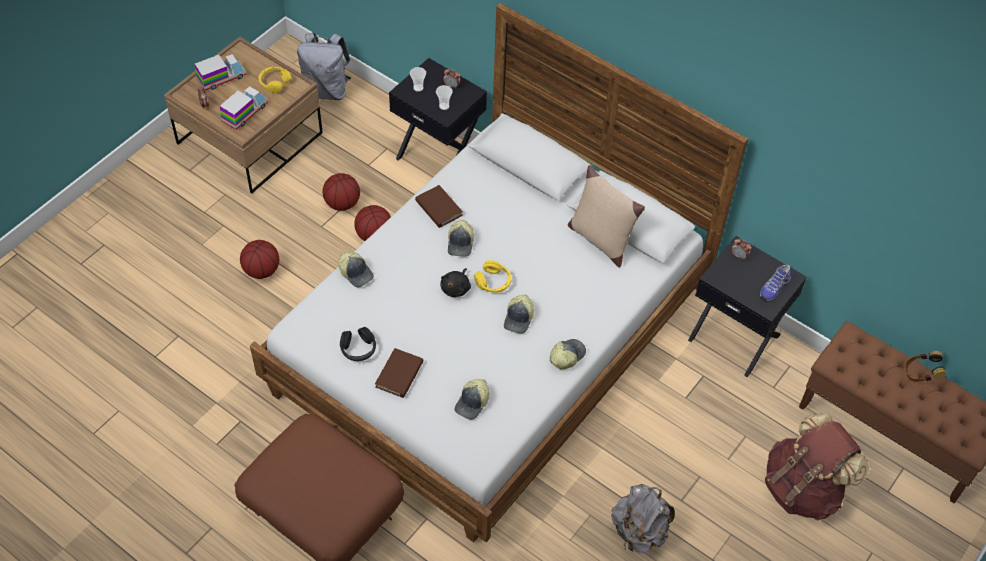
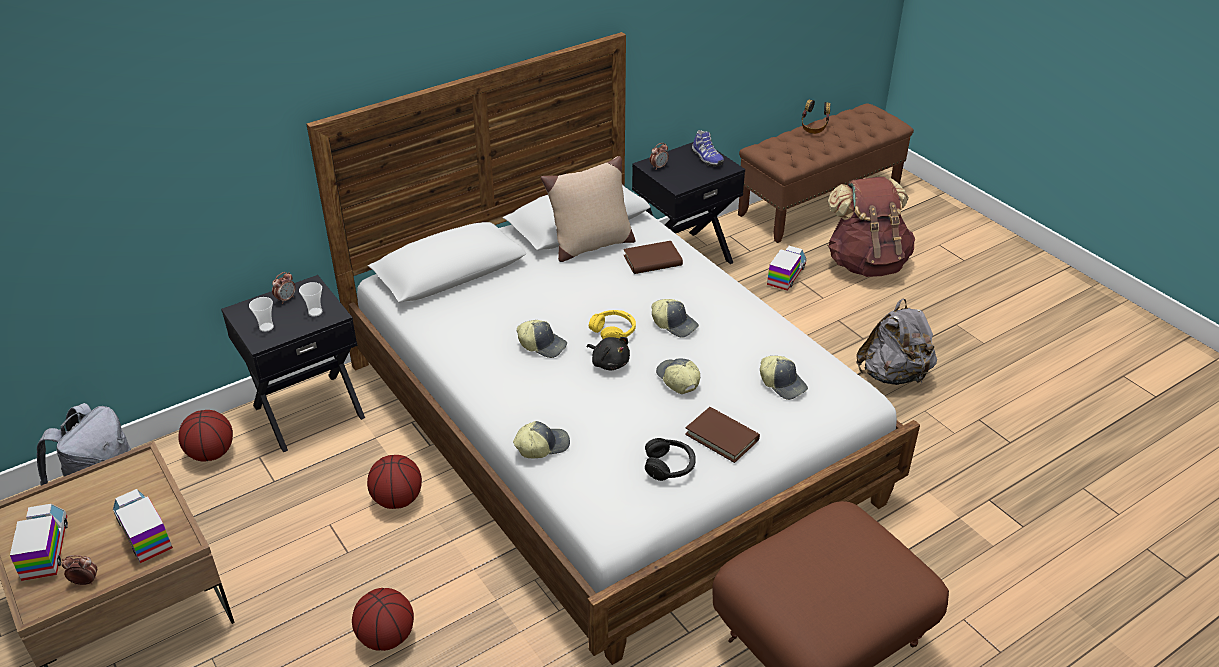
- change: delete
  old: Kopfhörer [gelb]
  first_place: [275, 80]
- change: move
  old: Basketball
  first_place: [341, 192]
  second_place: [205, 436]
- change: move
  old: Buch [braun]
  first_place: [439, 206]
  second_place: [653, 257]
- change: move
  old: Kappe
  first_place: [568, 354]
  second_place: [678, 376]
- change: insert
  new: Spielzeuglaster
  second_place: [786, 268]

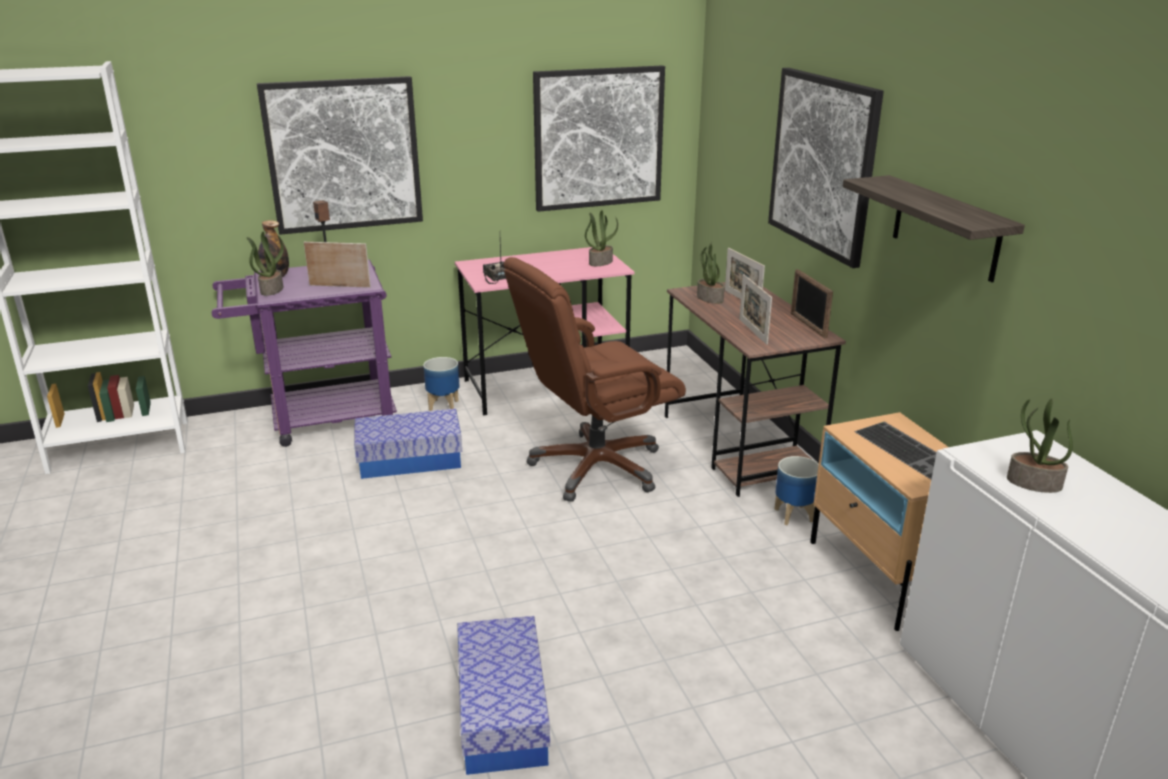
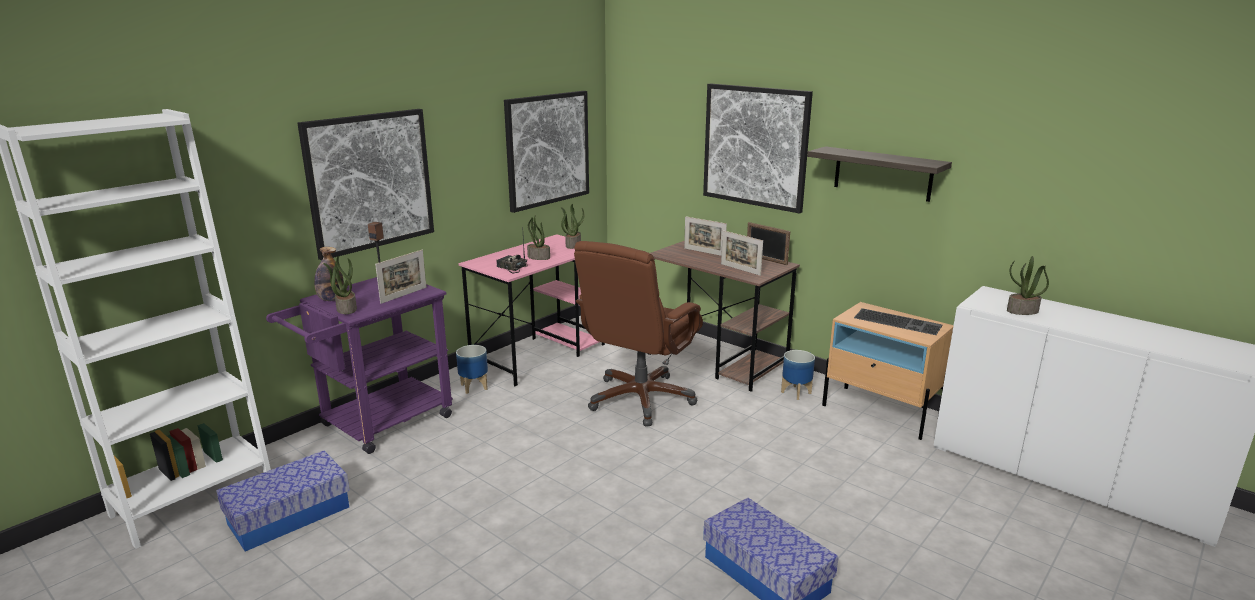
- change: rotate
  old: Bilderrahmen
  first_place: [337, 265]
  second_place: [400, 277]
  degrees: 150
- change: move
  old: Aufbewahrungsbox
  first_place: [408, 444]
  second_place: [283, 501]
- change: move
  old: Topfpflanze
  first_place: [711, 272]
  second_place: [538, 237]

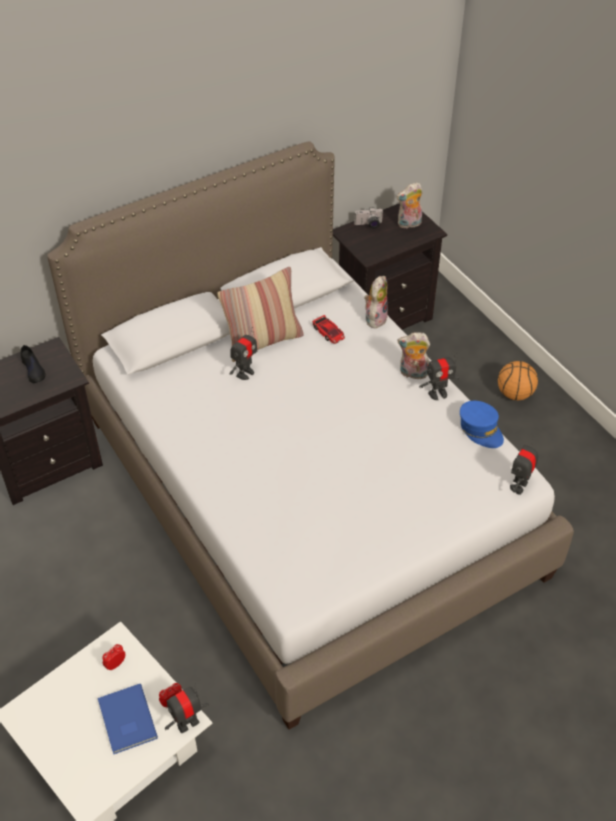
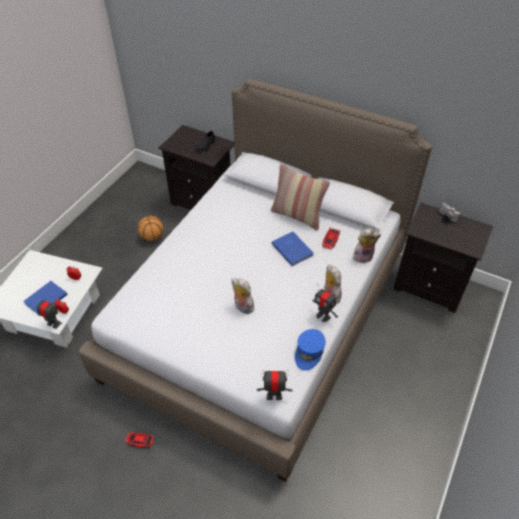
- change: delete
  old: Spielzeugroboter
  first_place: [244, 353]
- change: move
  old: Plüschtier
  first_place: [409, 205]
  second_place: [243, 296]
- change: move
  old: Basketball
  first_place: [518, 380]
  second_place: [150, 228]
- change: insert
  new: Spielzeugauto
  second_place: [139, 440]
- change: insert
  new: Buch [blau]
  second_place: [292, 249]

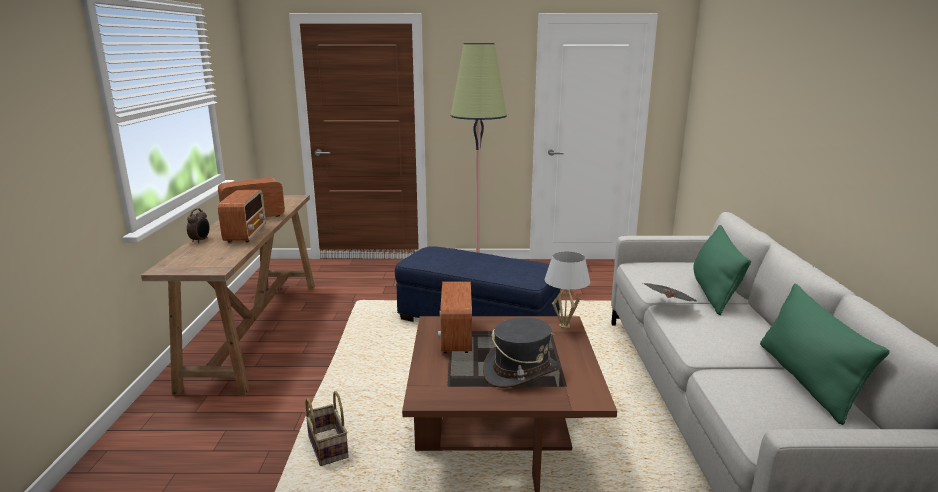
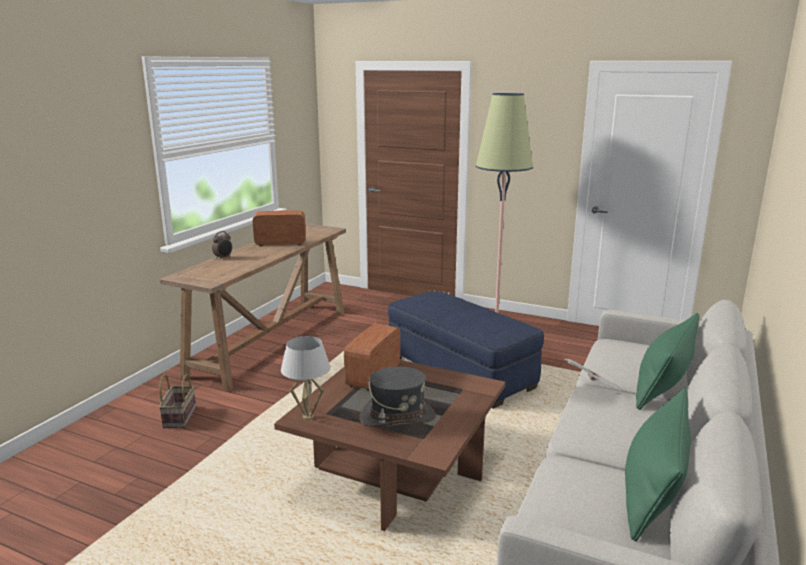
- change: delete
  old: Radio
  first_place: [242, 216]
- change: move
  old: Korb
  first_place: [327, 428]
  second_place: [177, 401]
- change: move
  old: Tischlampe [weiß]
  first_place: [567, 290]
  second_place: [305, 378]

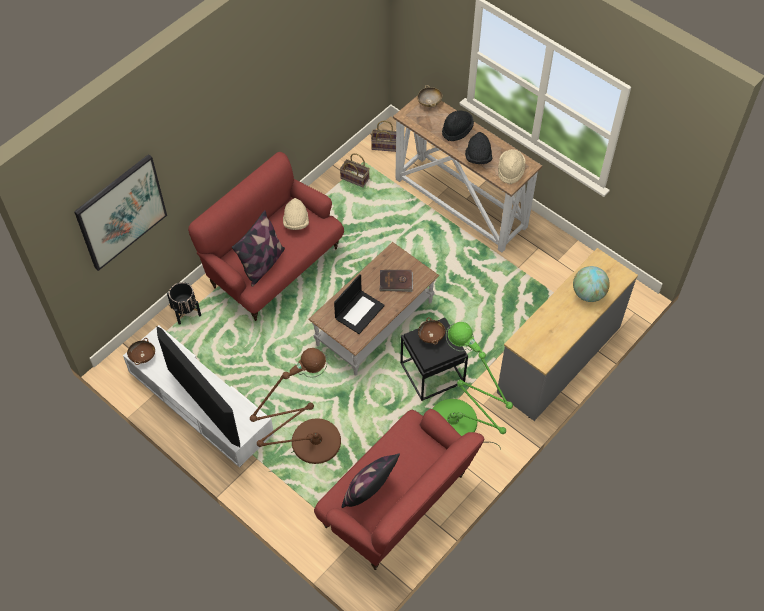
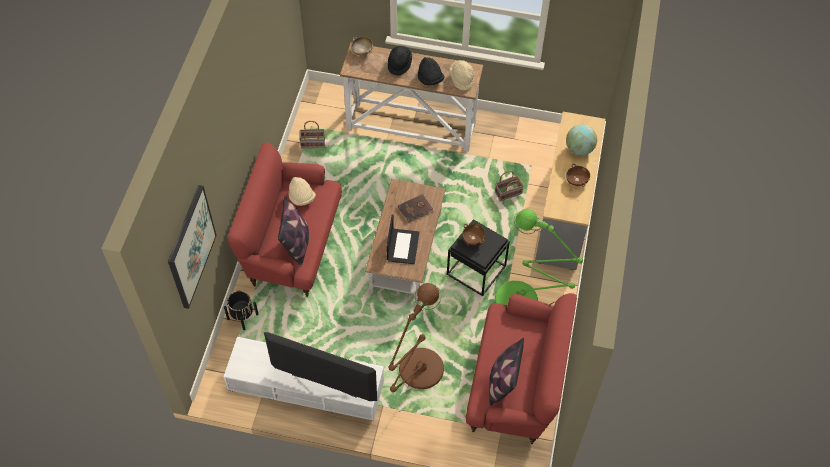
- change: move
  old: Schüssel [braun]
  first_place: [141, 351]
  second_place: [578, 175]
- change: move
  old: Korb
  first_place: [383, 136]
  second_place: [509, 186]

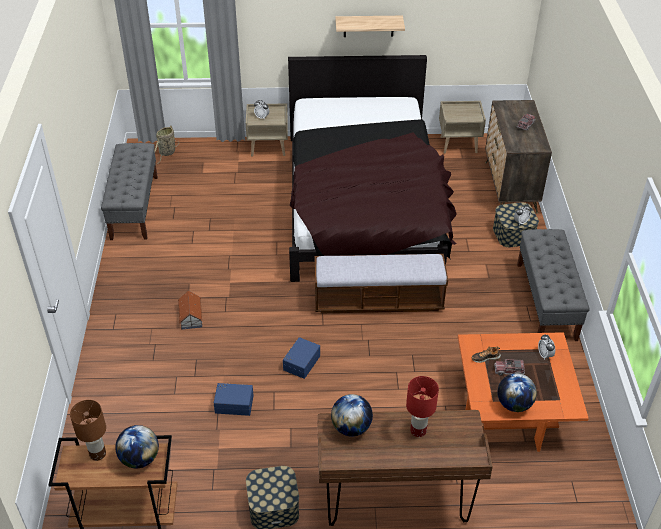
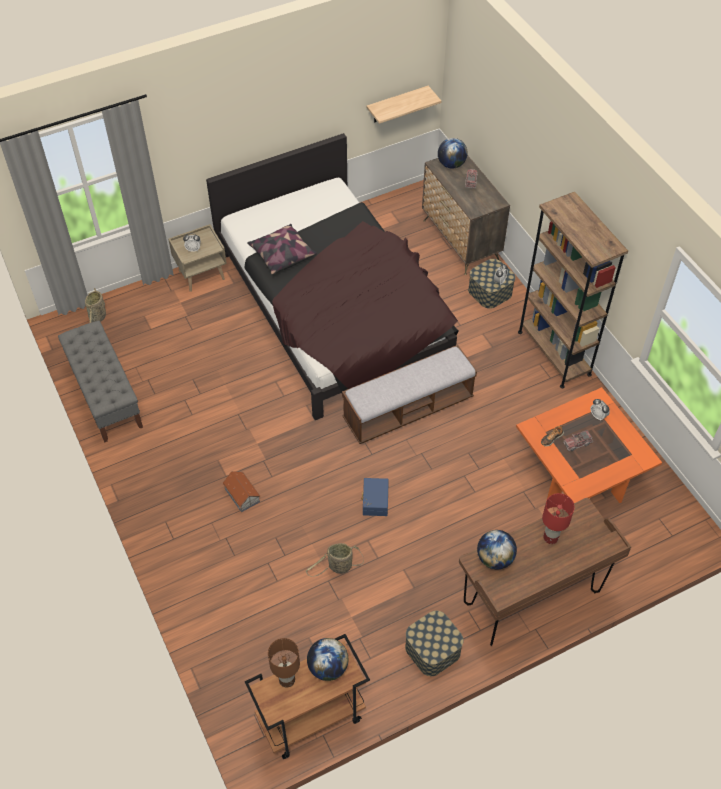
- change: replace
  old: Aufbewahrungsbox [blau]
  new: Korb
  first_place: [234, 399]
  second_place: [335, 560]
- change: move
  old: Wandregal
  first_place: [370, 26]
  second_place: [404, 105]
- change: delete
  old: Nachttisch [beige]
  first_place: [462, 127]
- change: move
  old: Globus
  first_place: [517, 392]
  second_place: [453, 153]
- change: replace
  old: Bank [grau]
  new: Bücherregal [braun]
  first_place: [553, 285]
  second_place: [573, 290]
- change: insert
  new: Kissen
  second_place: [282, 249]

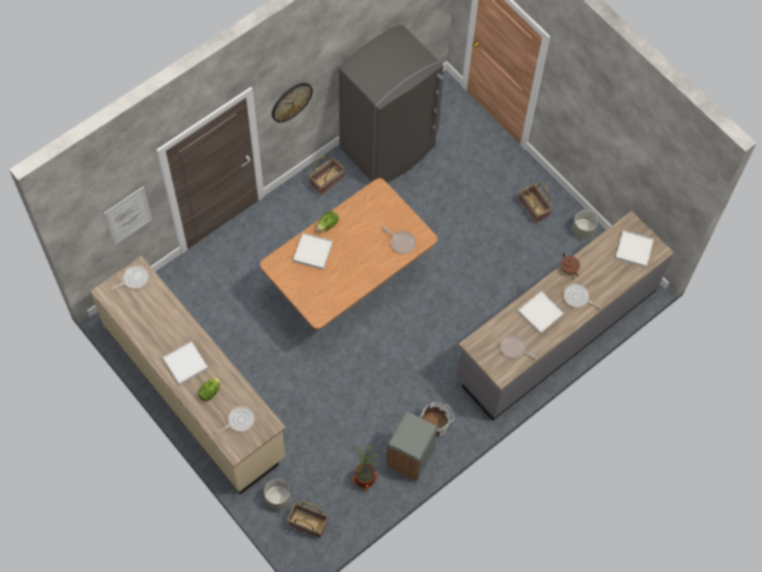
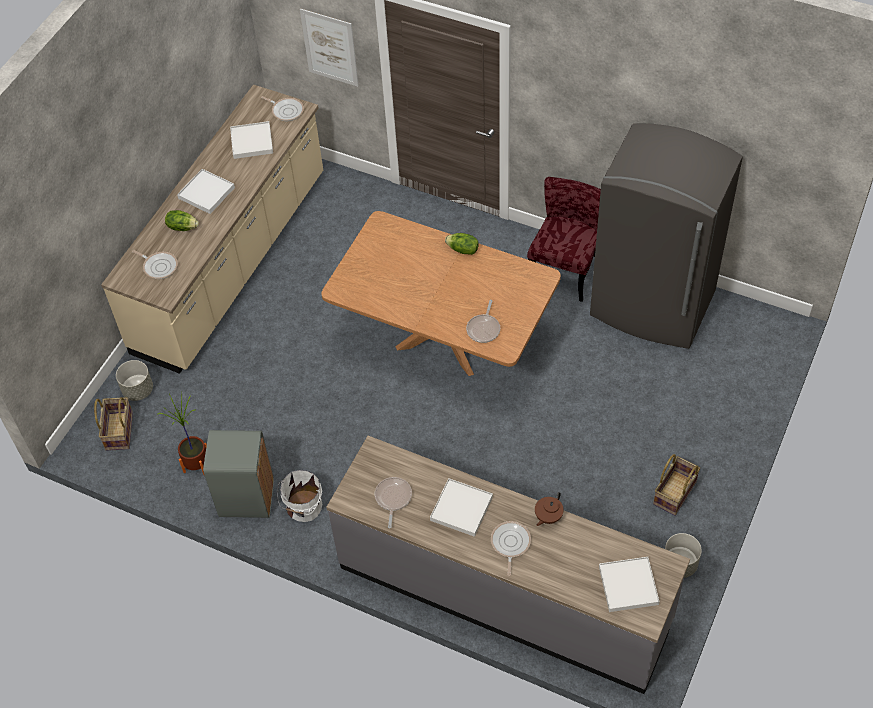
- change: delete
  old: Wanduhr
  first_place: [292, 103]
- change: move
  old: Tablett [weiß]
  first_place: [313, 251]
  second_place: [251, 140]
- change: replace
  old: Korb
  new: Stuhl [rot]
  first_place: [327, 175]
  second_place: [564, 239]

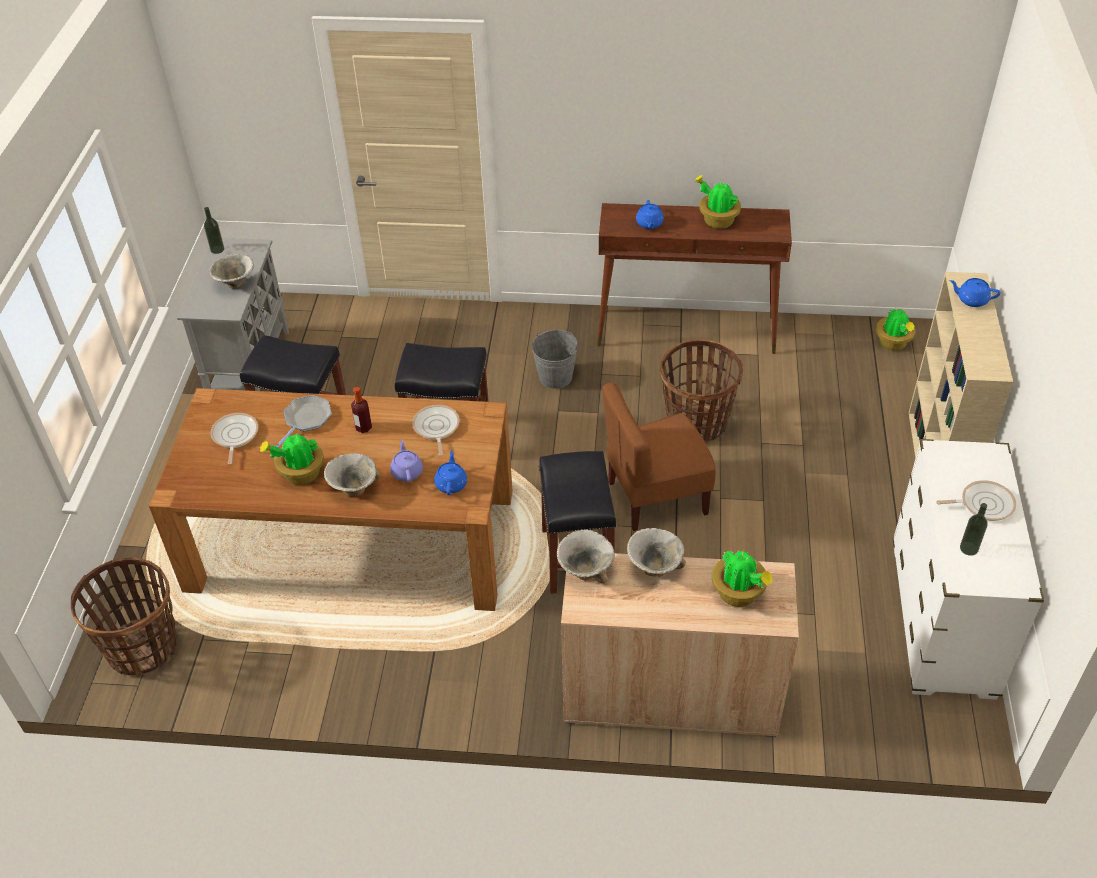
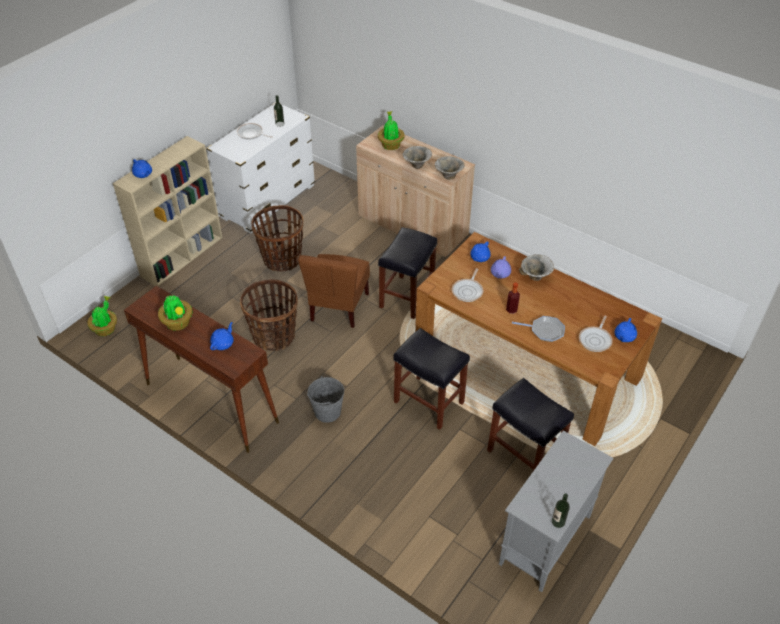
- change: move
  old: Korb
  first_place: [123, 616]
  second_place: [277, 238]
- change: delete
  old: Schüssel
  first_place: [231, 271]
- change: delete
  old: Topfpflanze
  first_place: [292, 459]
- change: rotate
  old: Pfanne
  first_place: [303, 421]
  second_place: [538, 329]
  degrees: -135
- change: rotate
  old: Stuhl [braun]
  first_place: [659, 457]
  second_place: [334, 291]
  degrees: 90
- change: insert
  new: Teekanne [blau]
  second_place: [626, 330]

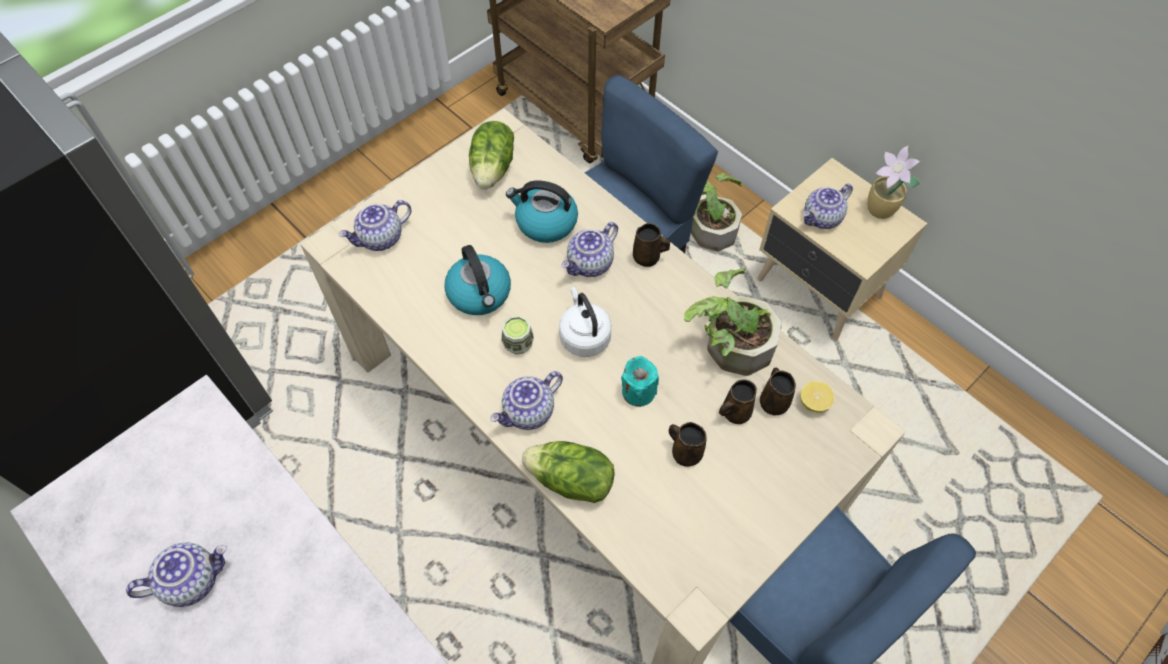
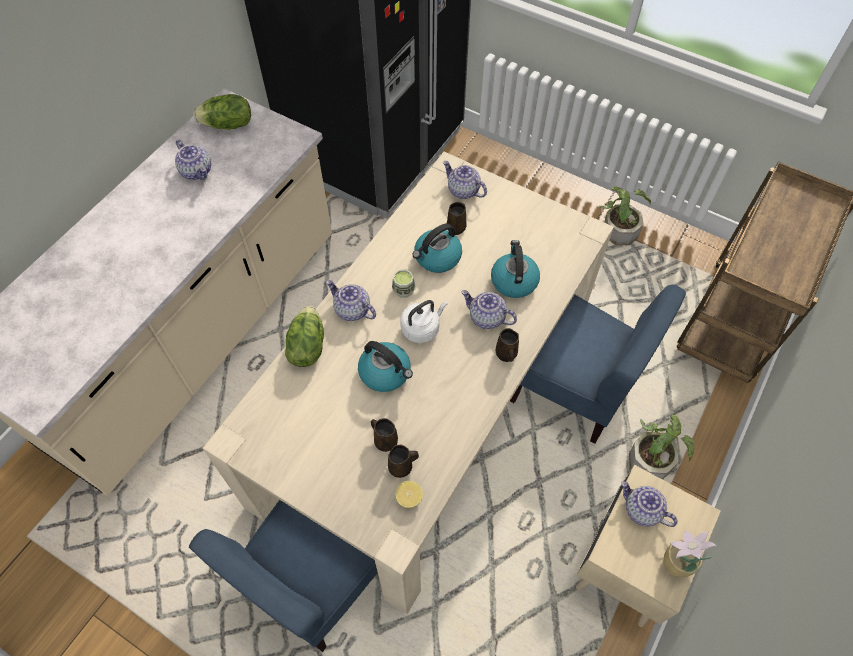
- change: move
  old: Salatkopf
  first_place: [491, 155]
  second_place: [222, 112]
- change: replace
  old: Kerze [türkis]
  new: Wasserkessel
  first_place: [640, 381]
  second_place: [385, 366]
- change: move
  old: Henkelbecher [braun]
  first_place: [687, 444]
  second_place: [456, 218]
- change: move
  old: Topfpflanze
  first_place: [733, 322]
  second_place: [625, 216]

